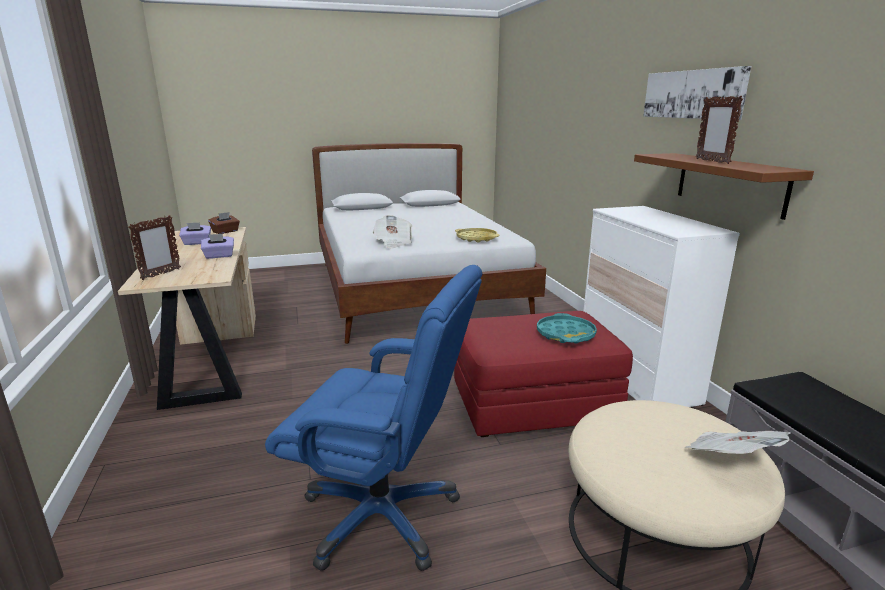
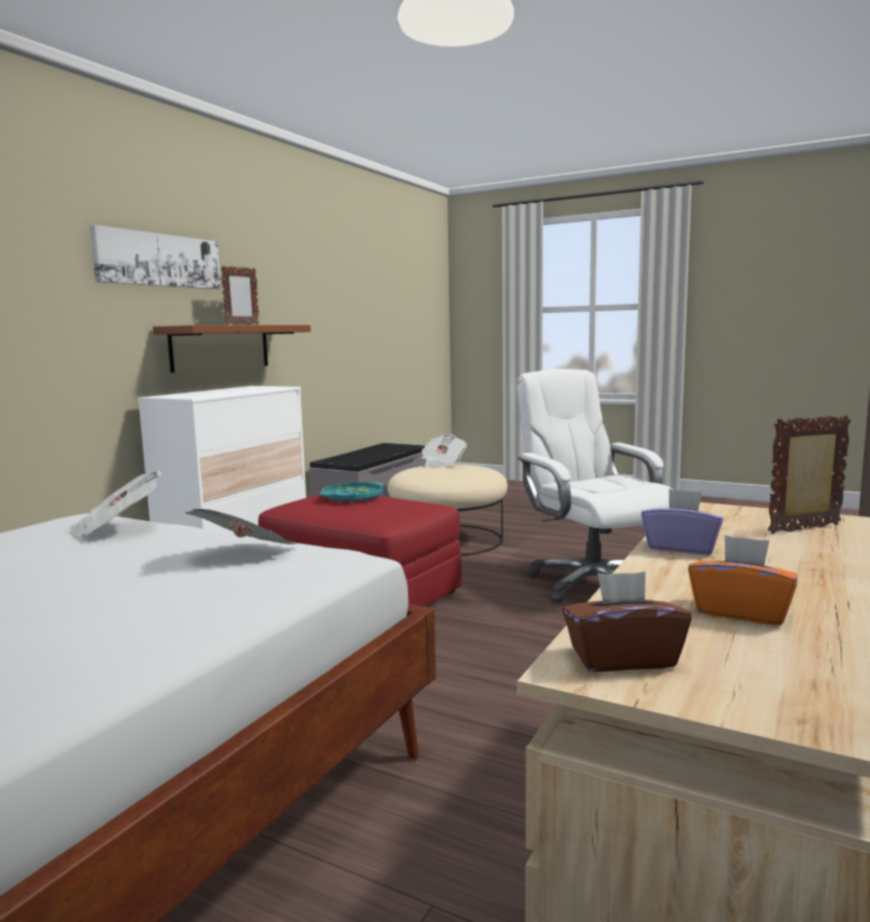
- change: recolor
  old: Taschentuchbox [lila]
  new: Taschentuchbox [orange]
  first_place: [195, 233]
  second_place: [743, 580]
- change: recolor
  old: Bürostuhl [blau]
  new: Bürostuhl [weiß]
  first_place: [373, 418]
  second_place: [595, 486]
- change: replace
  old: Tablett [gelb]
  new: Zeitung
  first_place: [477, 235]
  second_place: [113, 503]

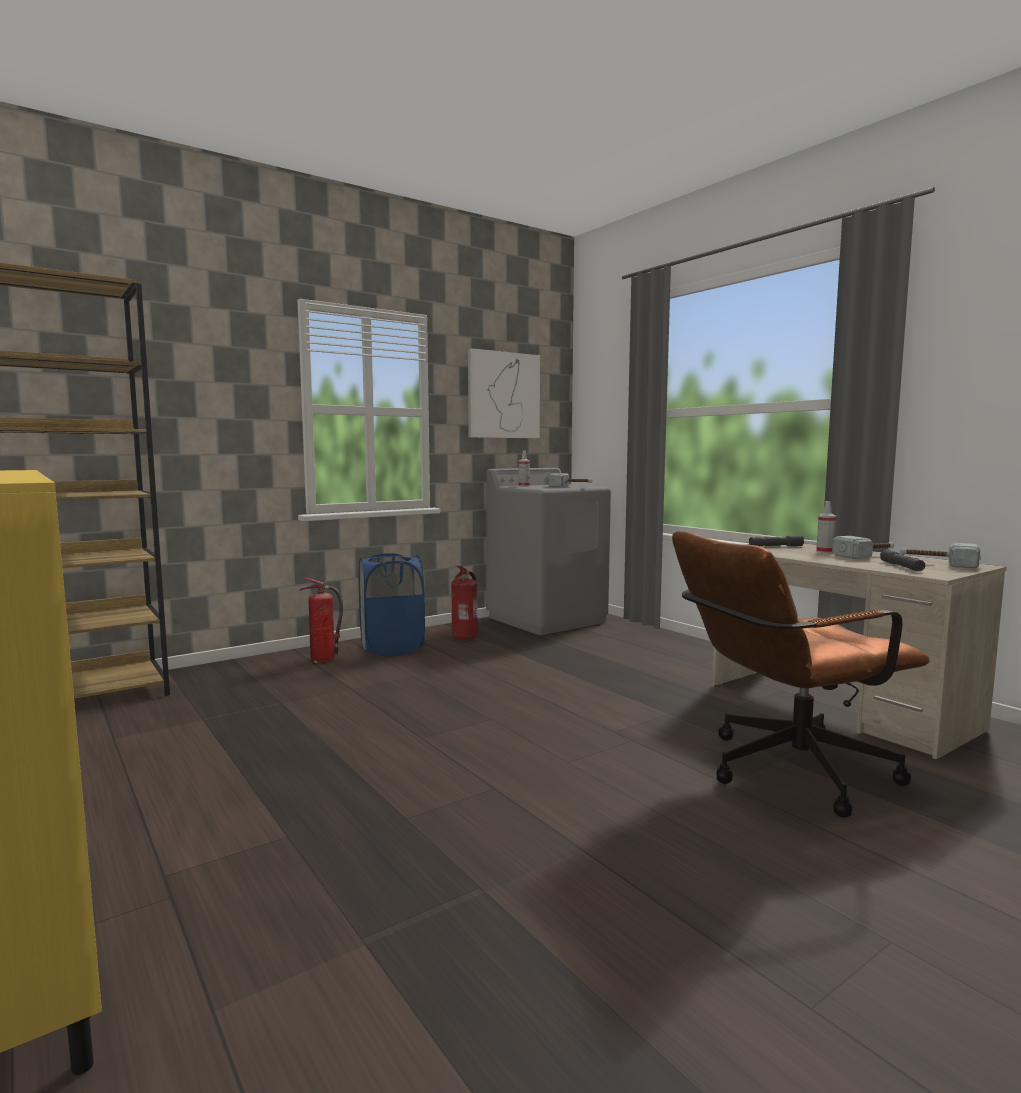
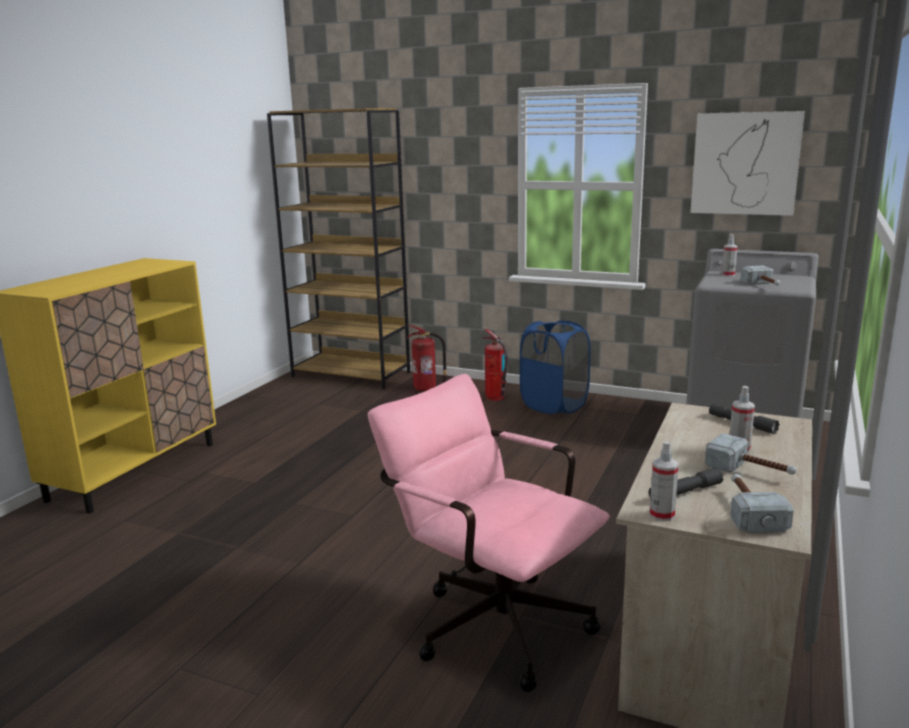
- change: move
  old: Feuerlöscher
  first_place: [464, 602]
  second_place: [427, 358]
- change: recolor
  old: Bürostuhl [braun]
  new: Bürostuhl [rosa]
  first_place: [801, 674]
  second_place: [488, 533]
- change: insert
  new: Sprühflasche
  second_place: [664, 482]

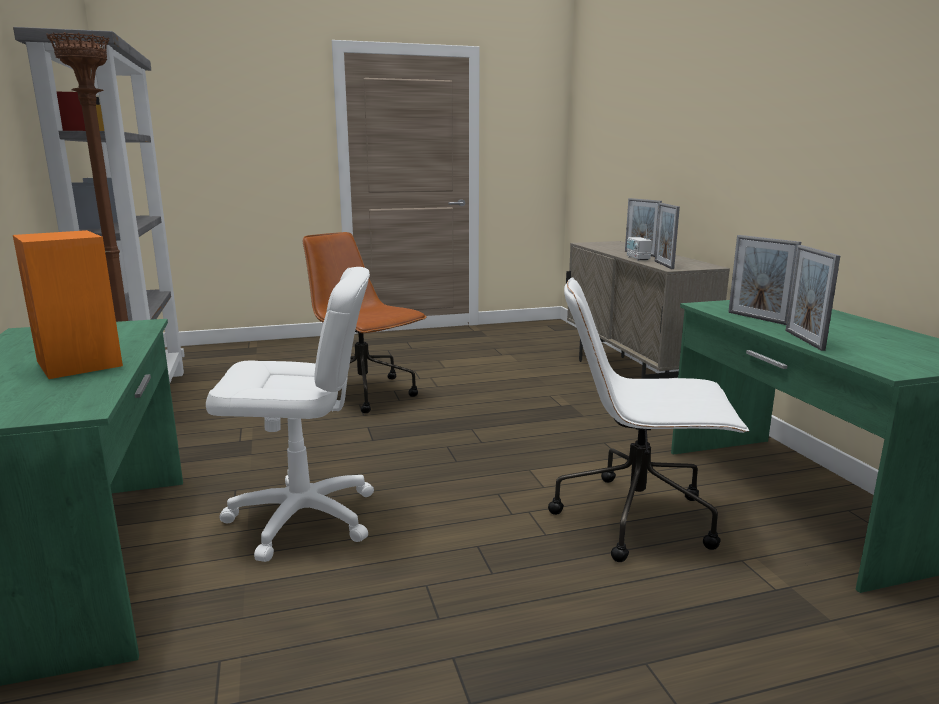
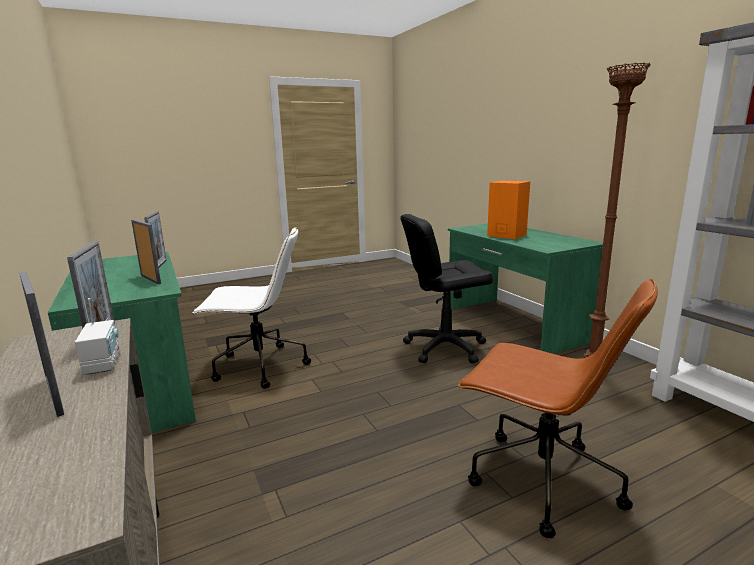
- change: recolor
  old: Bürostuhl [weiß]
  new: Bürostuhl [schwarz]
  first_place: [290, 414]
  second_place: [447, 289]

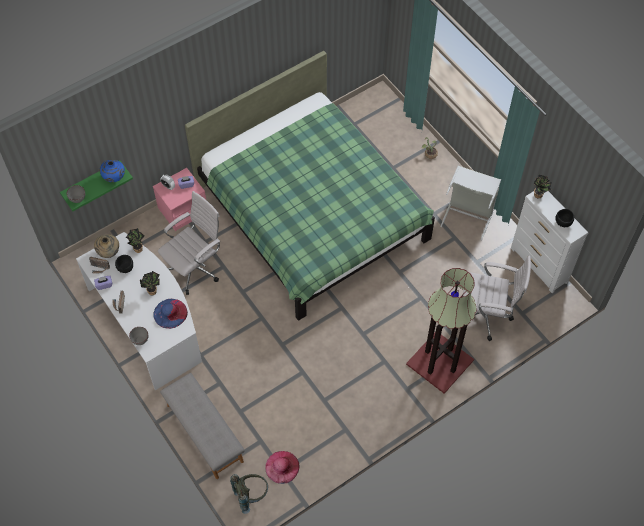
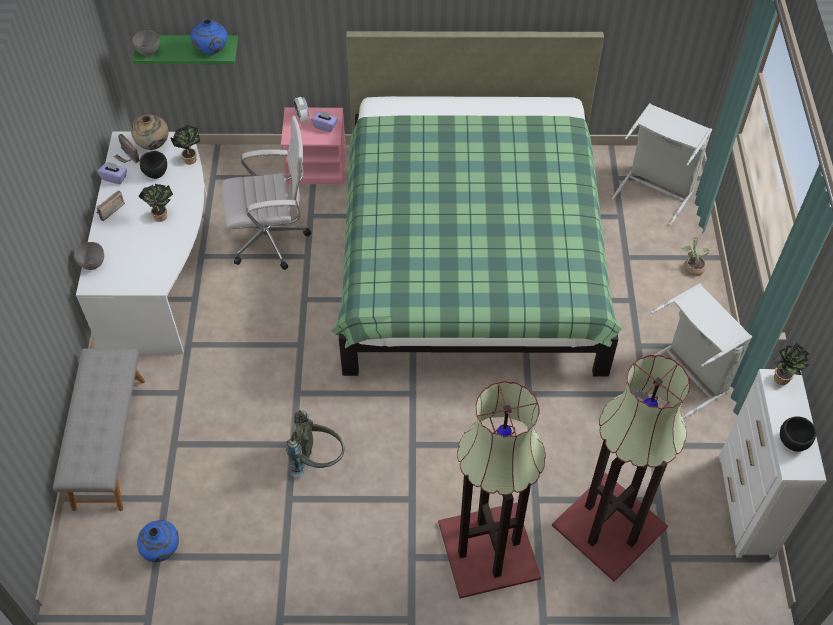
- change: delete
  old: Hut [blau]
  first_place: [170, 314]
- change: move
  old: Rucksack [grau]
  first_place: [249, 494]
  second_place: [315, 443]
- change: replace
  old: Hut [rosa]
  new: Vase [blau]
  first_place: [282, 467]
  second_place: [158, 541]
- change: replace
  old: Bürostuhl [weiß]
  new: Stehlampe
  first_place: [496, 298]
  second_place: [621, 468]
- change: insert
  new: Wäschekorb [grau]
  second_place: [662, 164]

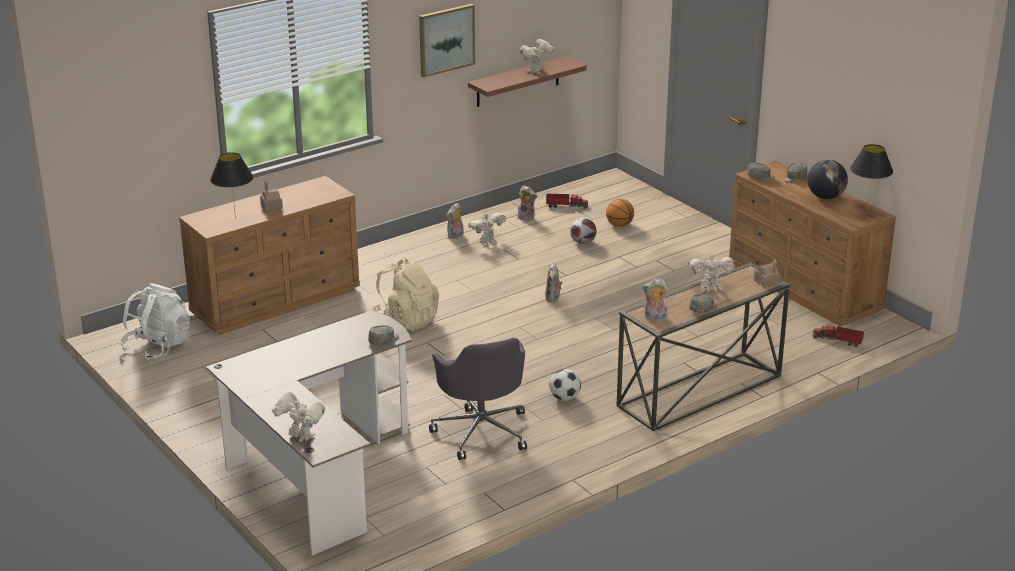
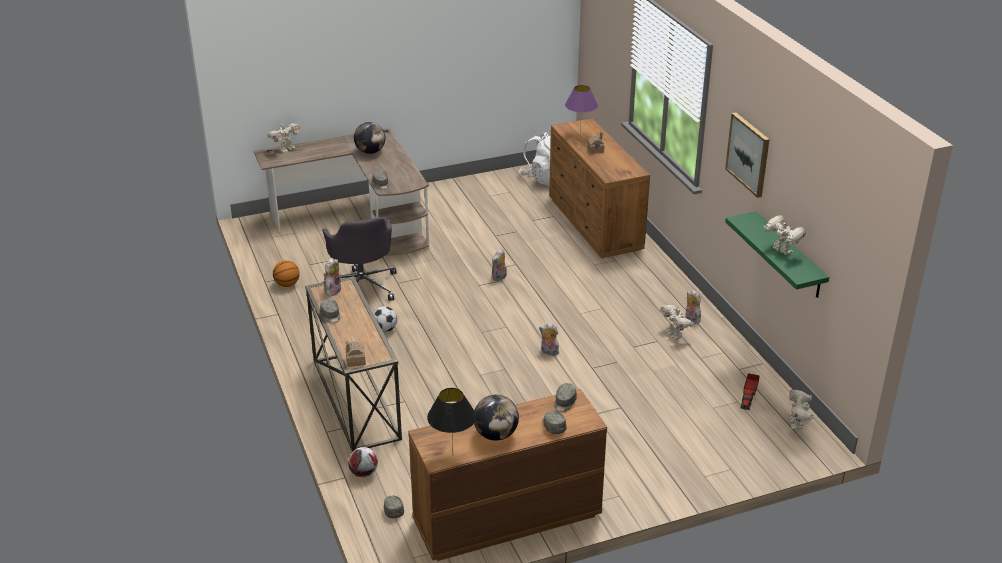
- change: recolor
  old: Tischlampe [schwarz]
  new: Tischlampe [lila]
  first_place: [231, 185]
  second_place: [581, 110]
- change: delete
  old: Rucksack [beige]
  first_place: [405, 294]
- change: rotate
  old: Bürostuhl [grau]
  first_place: [478, 399]
  second_place: [359, 259]
  degrees: -105
- change: recolor
  old: Wandregal [braun]
  new: Wandregal [grün]
  first_place: [527, 81]
  second_place: [777, 254]
- change: move
  old: Plüschtier
  first_place: [527, 203]
  second_place: [499, 265]
- change: move
  old: Fußball
  first_place: [583, 231]
  second_place: [363, 462]
- change: move
  old: Basketball
  first_place: [620, 213]
  second_place: [286, 273]
- change: move
  old: Spielzeugroboter
  first_place: [711, 271]
  second_place: [801, 409]
- change: replace
  old: Spielzeuglaster
  new: Kappe [grau]
  first_place: [838, 335]
  second_place: [393, 507]
- change: insert
  new: Globus
  second_place: [369, 138]

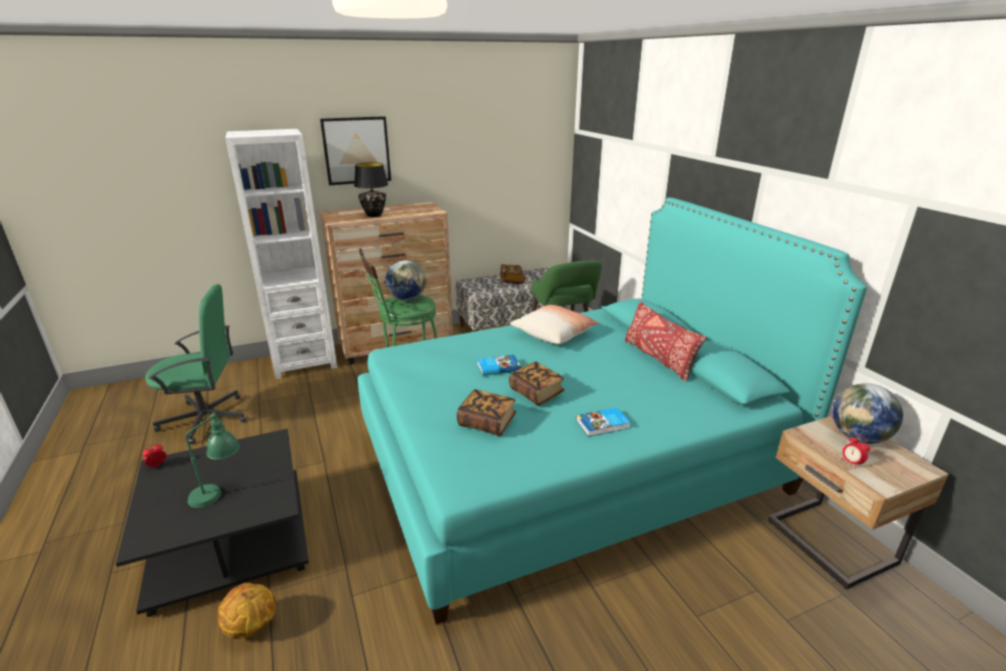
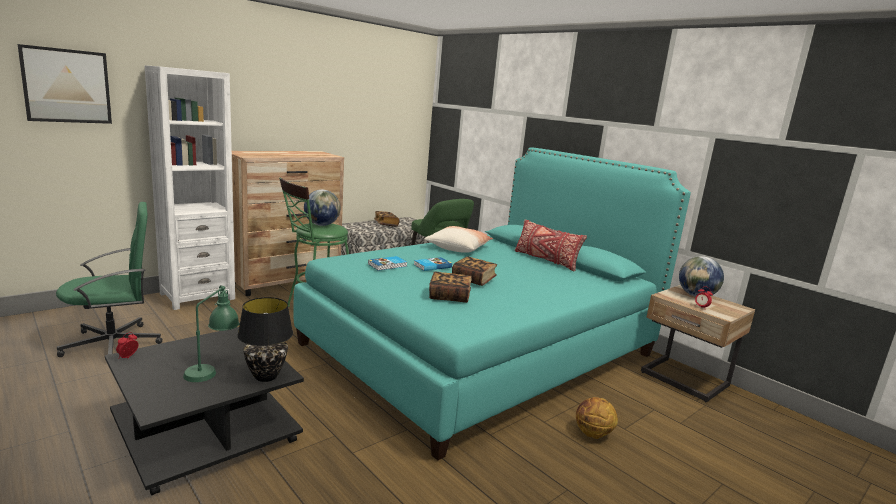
- change: move
  old: Basketball
  first_place: [247, 611]
  second_place: [597, 418]
- change: move
  old: Bild
  first_place: [355, 150]
  second_place: [65, 84]
- change: move
  old: Tischlampe [schwarz]
  first_place: [371, 189]
  second_place: [265, 339]
- change: move
  old: Buch
  first_place: [603, 422]
  second_place: [387, 263]

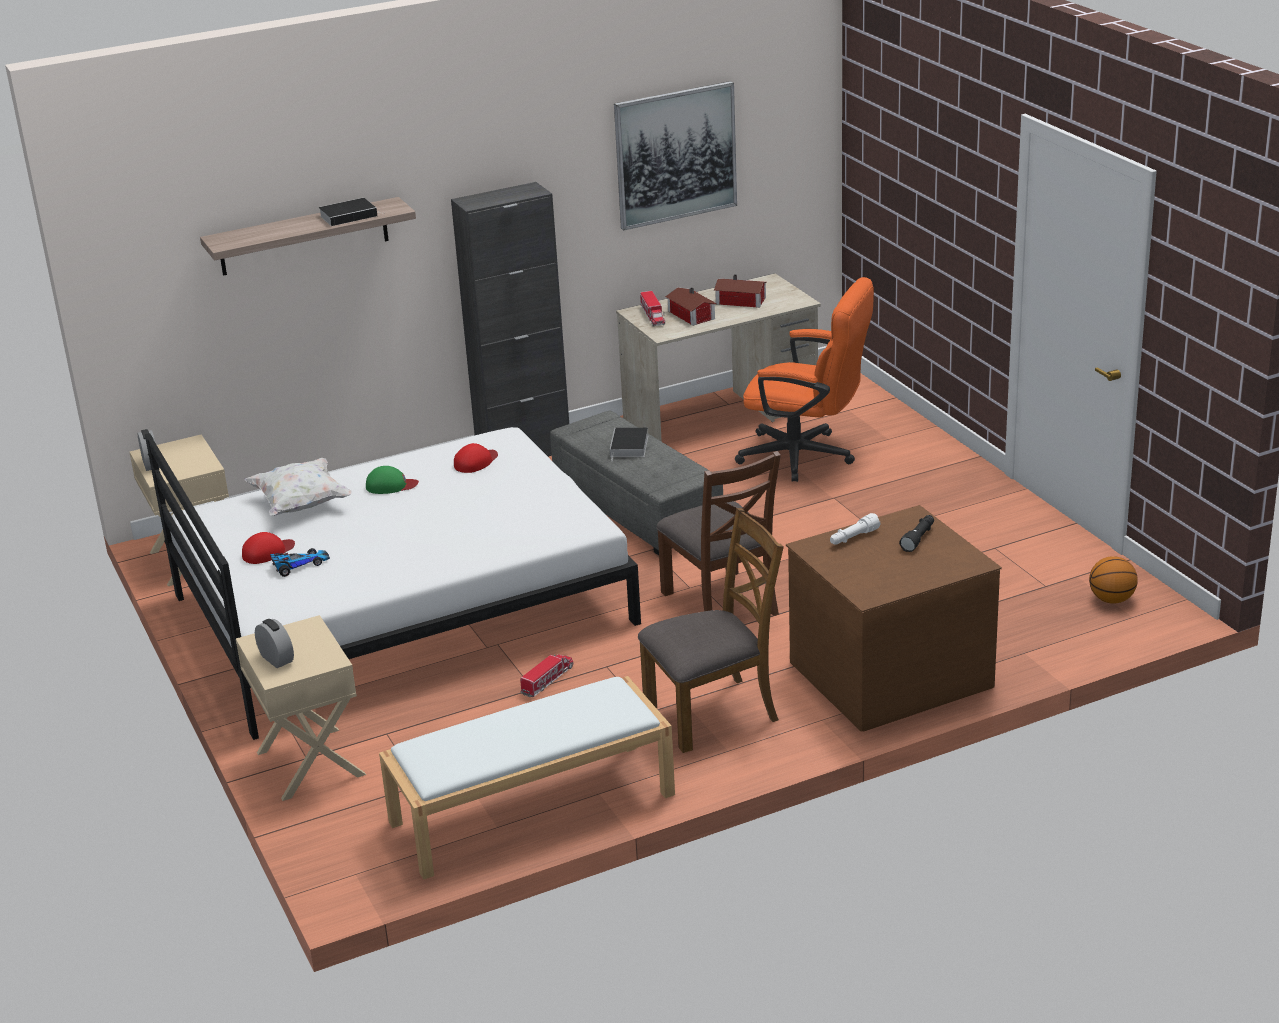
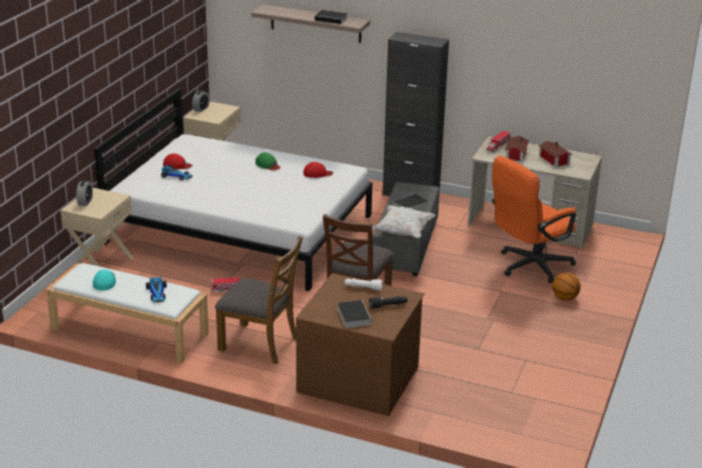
- change: move
  old: Kissen [weiß]
  first_place: [298, 487]
  second_place: [404, 221]
- change: delete
  old: Bild
  first_place: [675, 155]
- change: rotate
  old: Bürostuhl [orange]
  first_place: [804, 379]
  second_place: [534, 219]
  degrees: 75
- change: move
  old: Basketball
  first_place: [1113, 580]
  second_place: [566, 286]
- change: insert
  new: Kappe [türkis]
  second_place: [104, 279]
- change: insert
  new: Spielzeugauto
  second_place: [156, 290]
- change: insert
  new: Buch
  second_place: [354, 314]

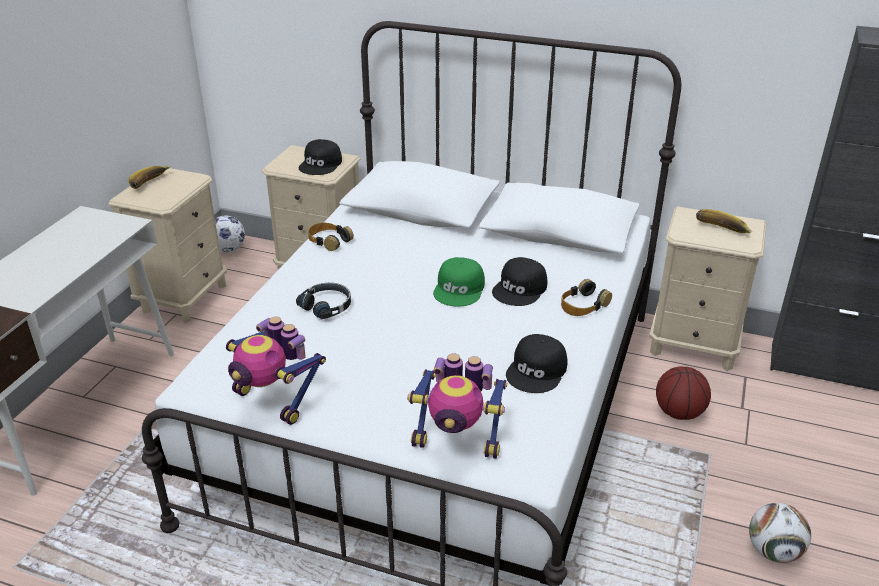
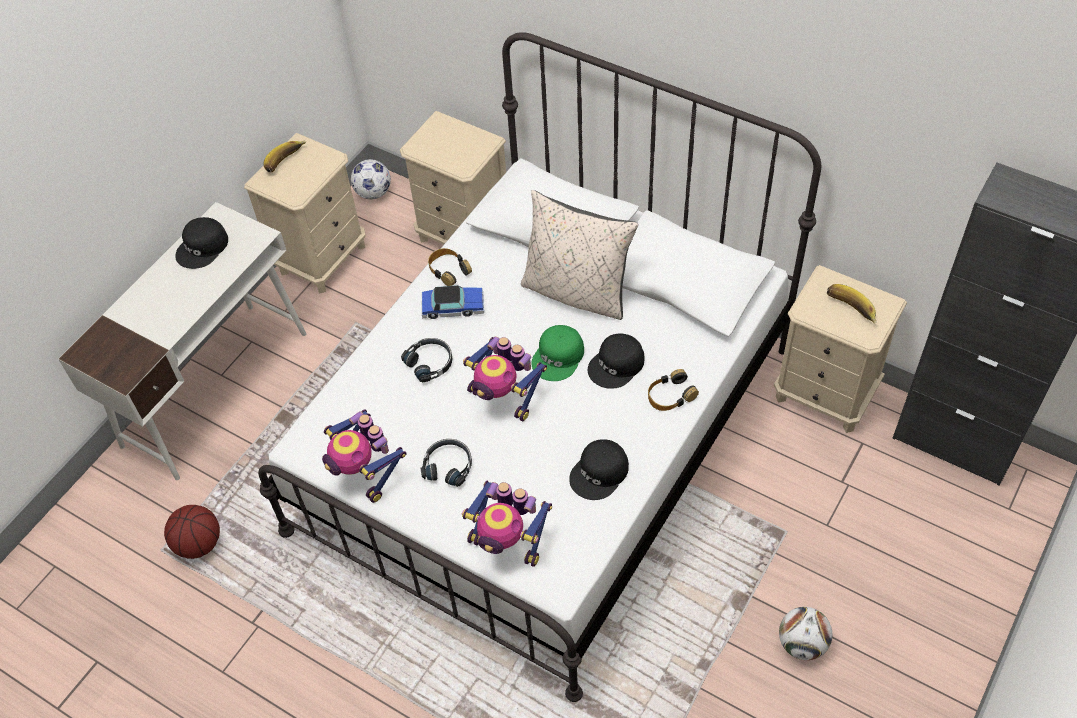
- change: move
  old: Kappe [schwarz]
  first_place: [320, 157]
  second_place: [201, 243]
- change: move
  old: Basketball
  first_place: [683, 393]
  second_place: [192, 532]
- change: insert
  new: Kopfhörer [schwarz]
  second_place: [446, 463]
- change: insert
  new: Spielzeugauto
  second_place: [453, 302]
- change: insert
  new: Spielzeugroboter
  second_place: [505, 378]
- change: insert
  new: Kissen [beige]
  second_place: [579, 255]

